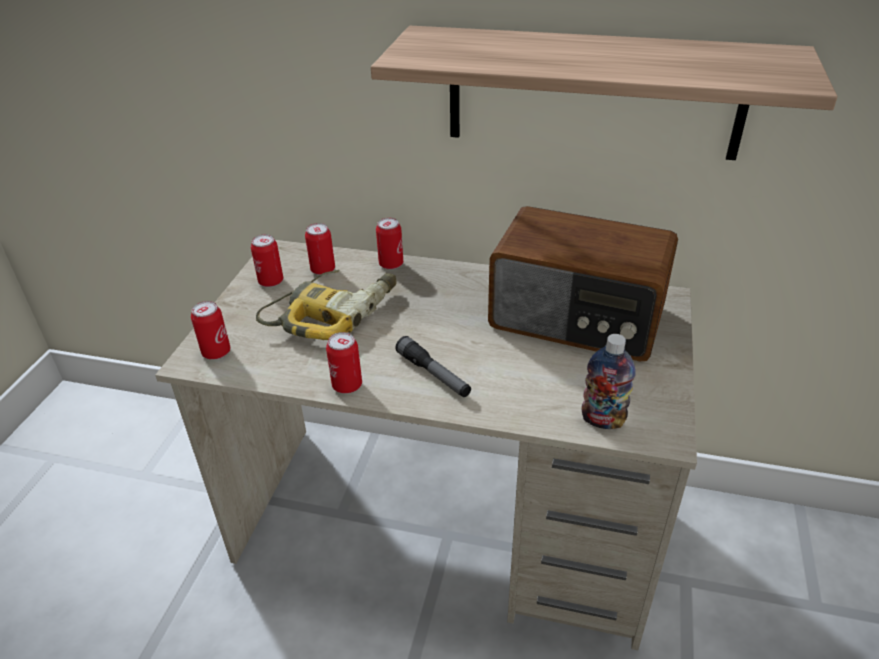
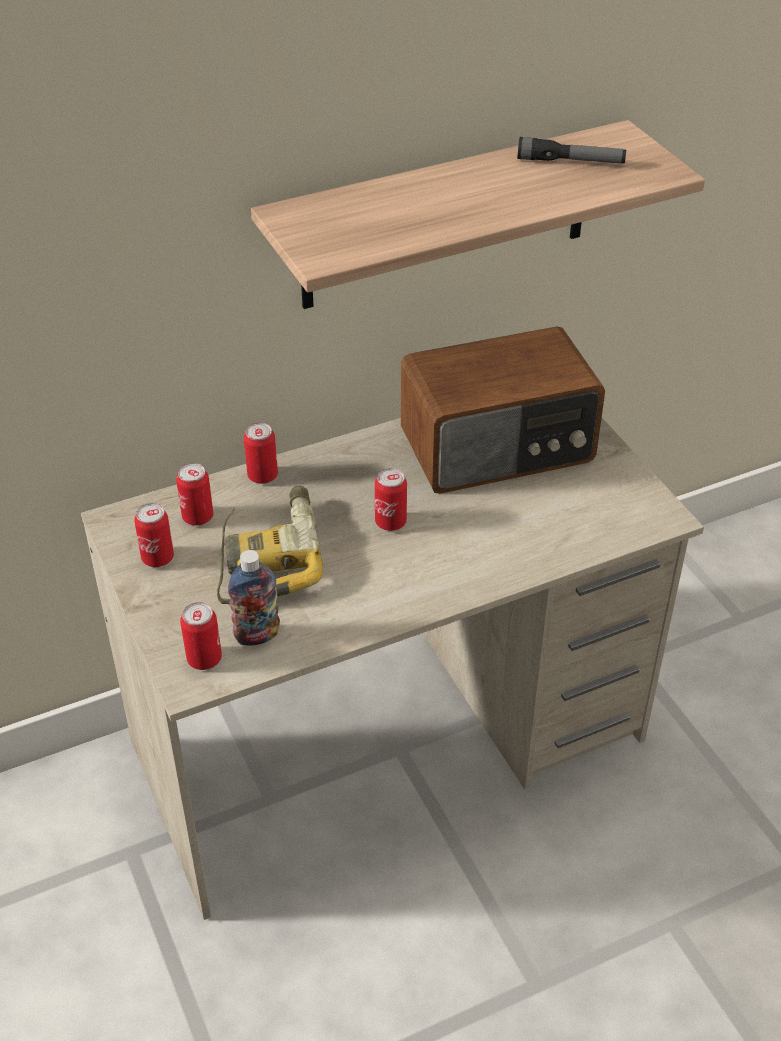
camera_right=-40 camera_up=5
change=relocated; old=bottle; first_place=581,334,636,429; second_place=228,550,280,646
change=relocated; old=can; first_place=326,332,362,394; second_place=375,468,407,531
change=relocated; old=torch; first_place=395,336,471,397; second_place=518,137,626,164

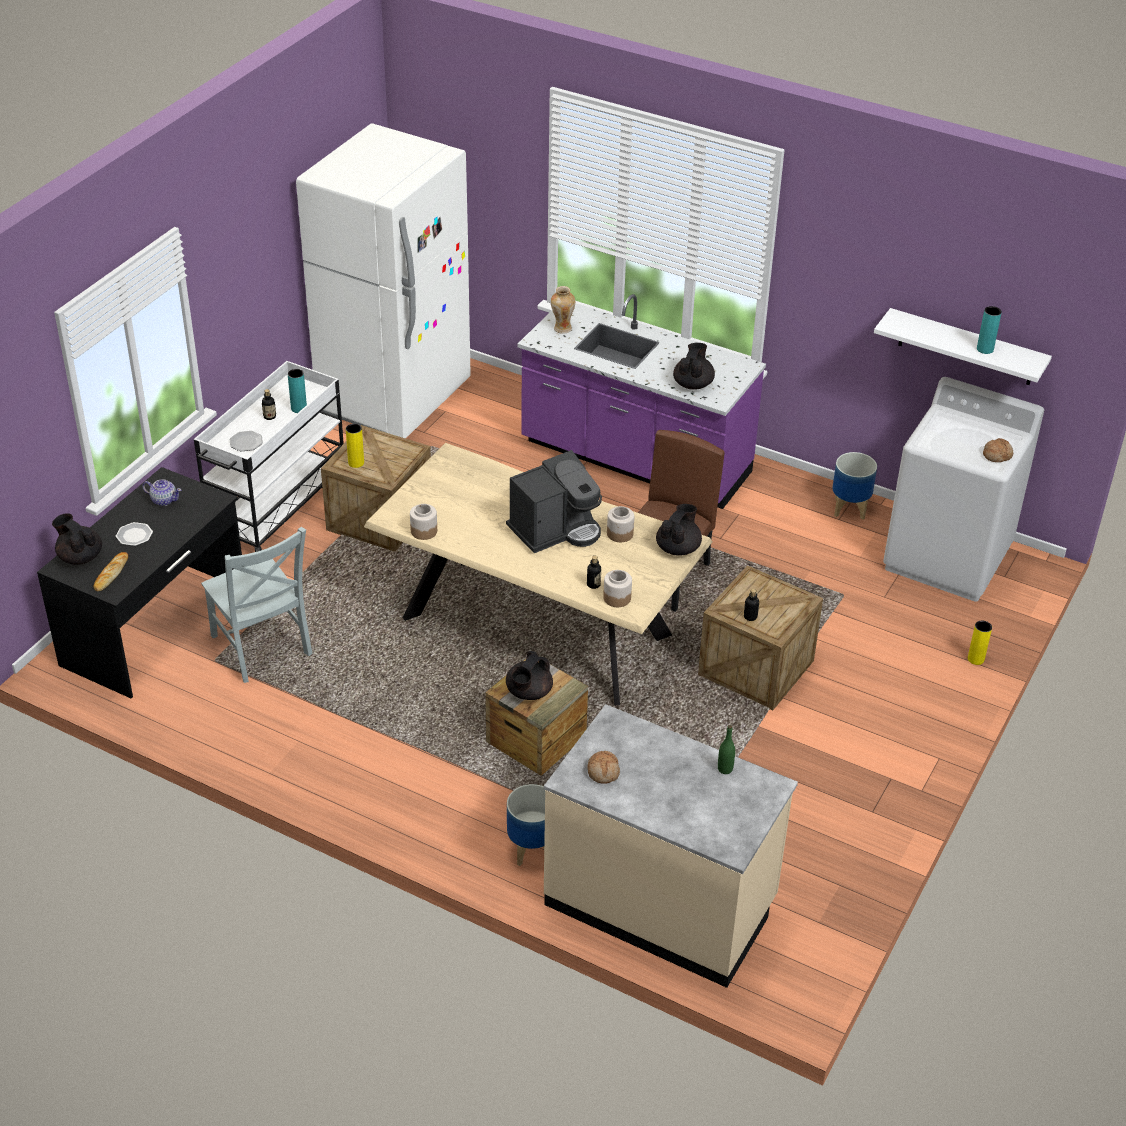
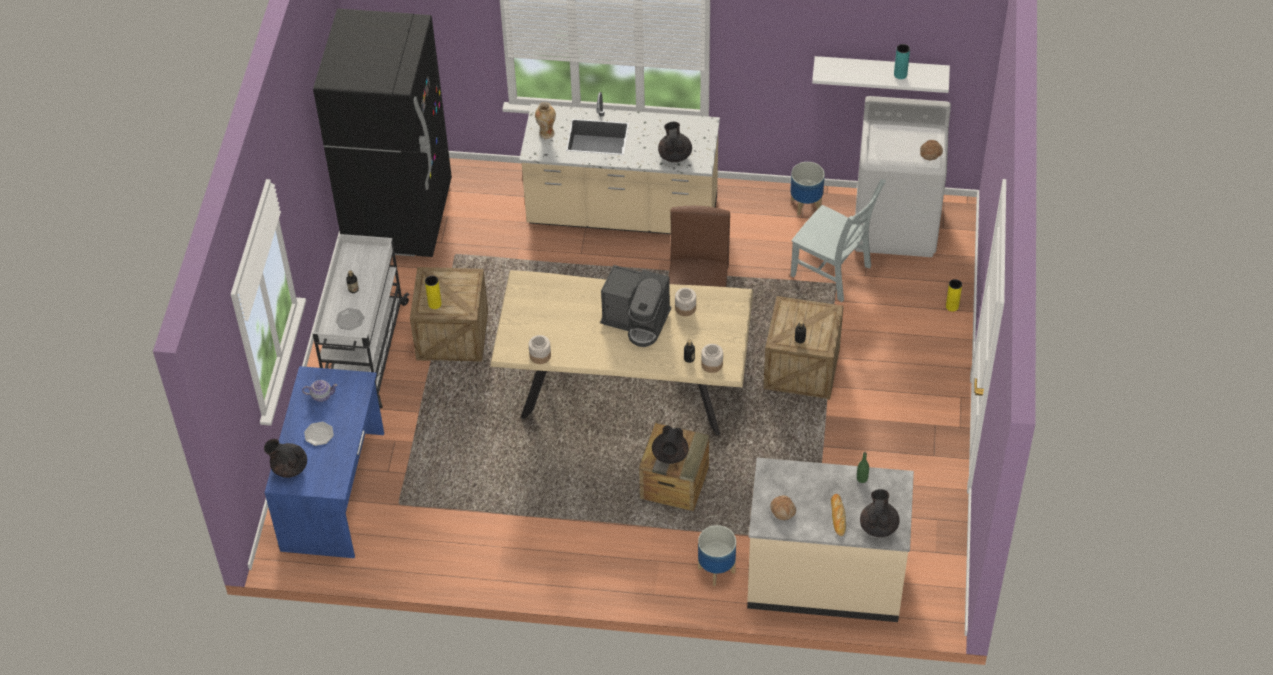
camera_right=-20 camera_up=10
change=colour; old=black-coloured desk table; new=blue desk table; first_place=37,467,242,698; second_place=265,366,384,558
change=colour; old=white refrigerator; new=black-coloured refrigerator; first_place=296,123,471,439; second_place=313,8,452,257
change=colour; old=purple-coloured kitchen counter; new=beige-coloured kitchen counter; first_place=518,294,766,509; second_place=519,92,720,234
change=spun; old=coffee brewer; first_place=506,450,602,553; second_place=600,265,671,347; degrees=75
change=relocated; old=gray chair; first_place=201,527,312,683; second_place=790,179,886,302
change=relocated; old=bread; first_place=93,552,128,591; second_place=831,494,846,536
change=relocated; old=black-coloured tea pot; first_place=656,504,702,556; second_place=860,489,900,537
change=missing; old=turquoise-coloured flower vase; first_place=288,369,307,413

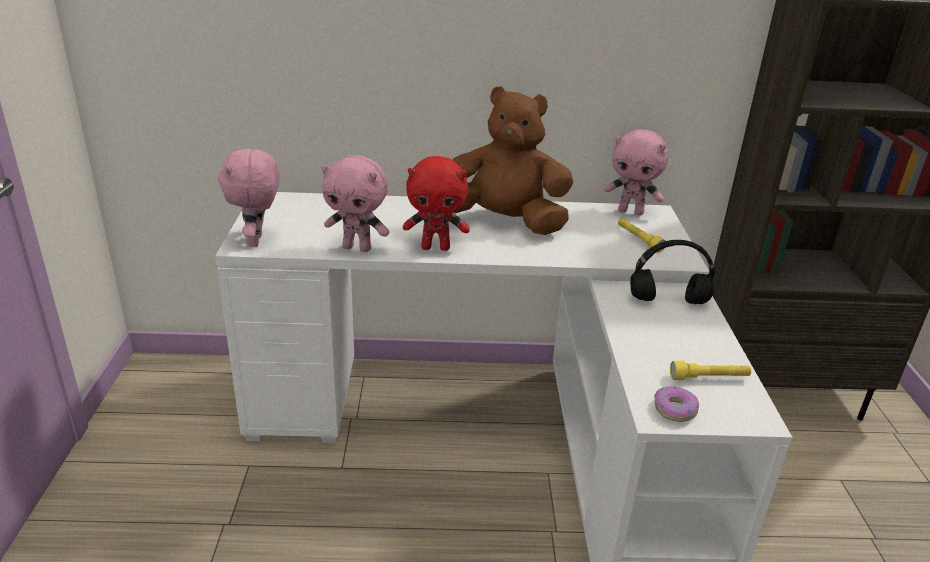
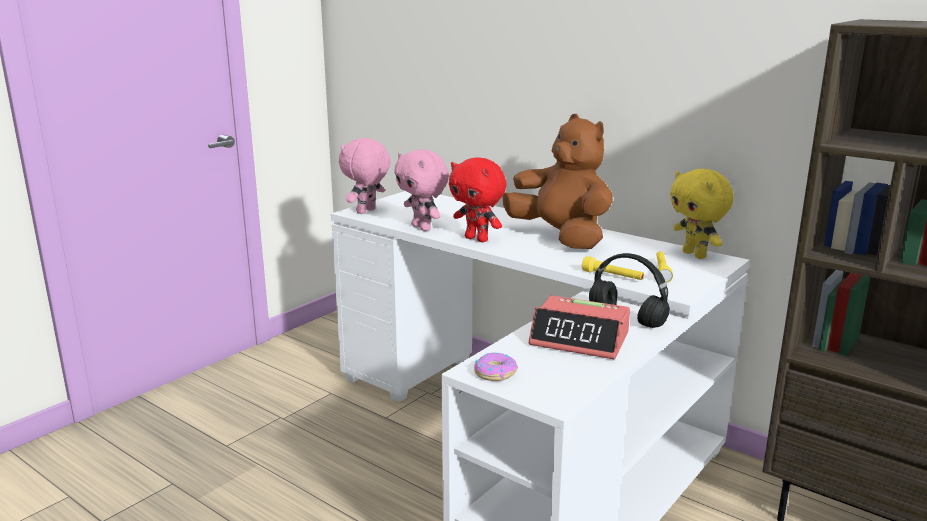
camera_right=40 camera_up=-10
change=appeared; new=table clock; second_place=529,295,630,359
change=relocated; old=yellow torch; first_place=670,361,751,380; second_place=582,256,644,280
change=colour; old=pink plush toy; new=yellow plush toy; first_place=604,129,668,216; second_place=670,169,734,259

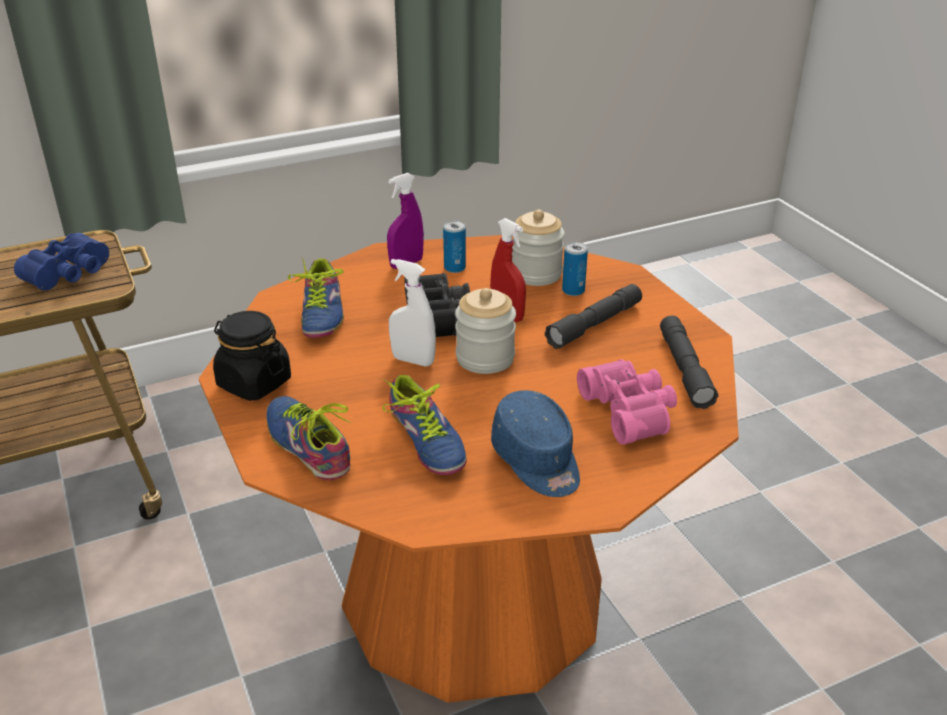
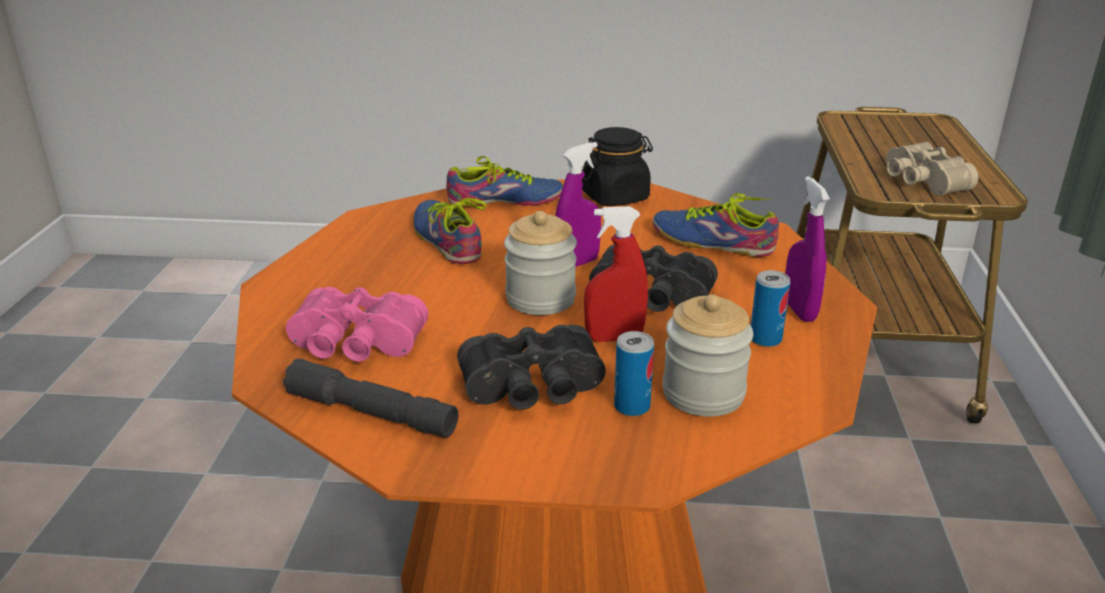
camera_right=120 camera_up=-5
change=spun; old=shoe; first_place=382,375,467,475; second_place=414,198,486,264; degrees=60
change=exchanged; old=gray torch; new=black-coloured pair of binoculars; first_place=545,284,642,349; second_place=457,325,606,410
change=colour; old=white spray bottle; new=purple-coloured spray bottle; first_place=389,259,436,366; second_place=555,142,601,267
change=colour; old=blue pair of binoculars; new=beige-coloured pair of binoculars; first_place=14,233,109,290; second_place=886,142,978,196
change=missing; old=blue peaked cap; first_place=491,390,580,497

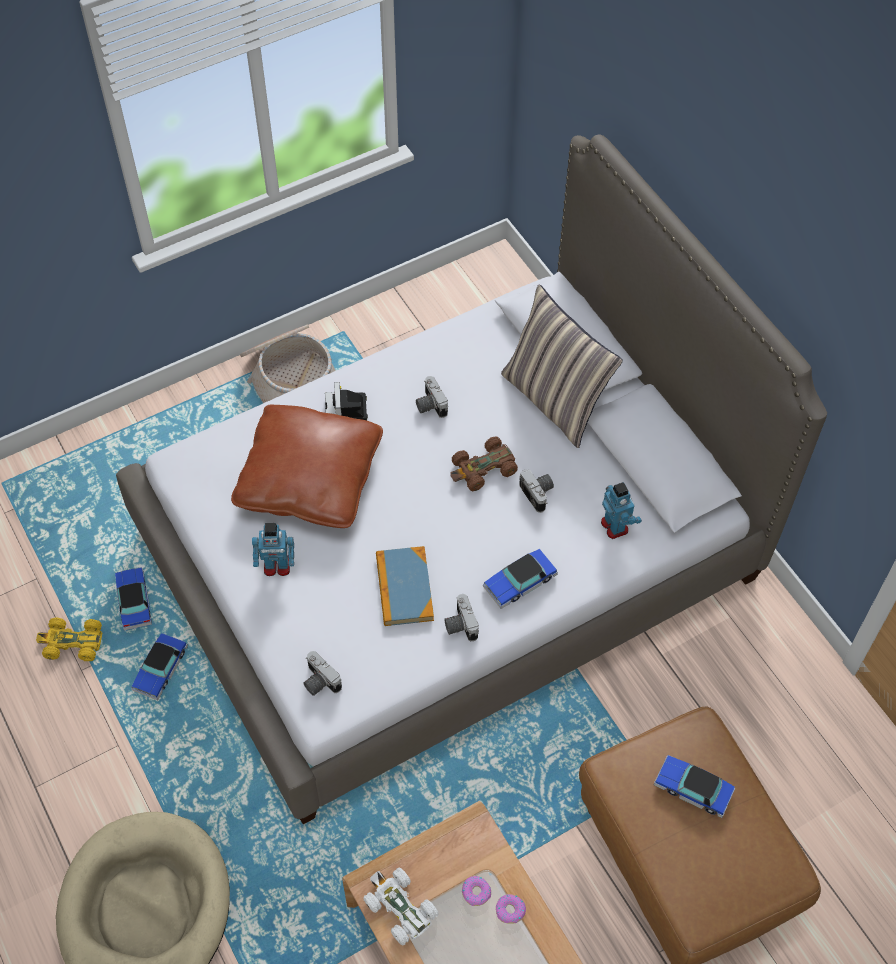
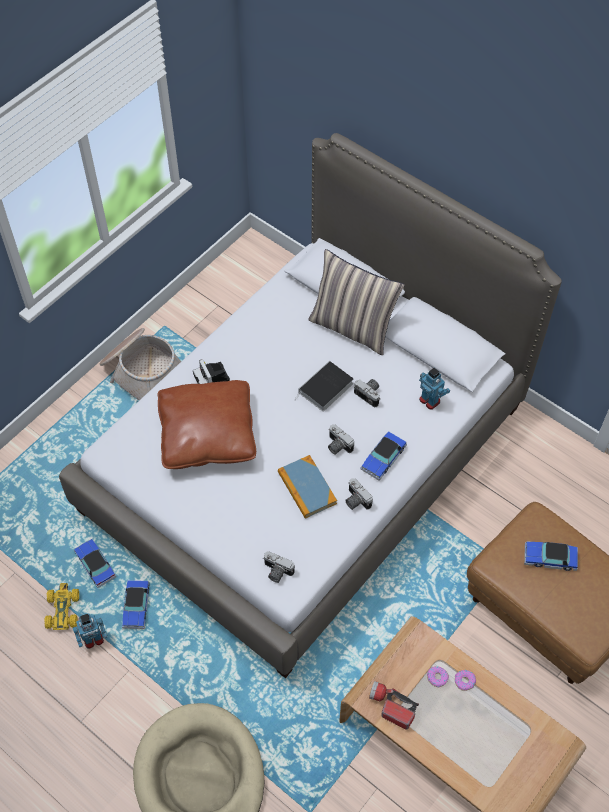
camera_right=-20 camera_up=0
change=spun; old=yellow miniature car; first_place=36,617,102,661; second_place=44,583,79,630; degrees=105
change=relocated; old=toy robot; first_place=252,523,294,576; second_place=73,614,107,649
change=exchanged; old=brown miniature car; new=volume; first_place=450,437,518,491; second_place=294,361,353,412
change=relocated; old=still camera; first_place=416,376,448,418; second_place=328,424,355,455
change=exchanged; old=white miniature car; new=torch; first_place=363,867,438,945; second_place=369,681,419,730

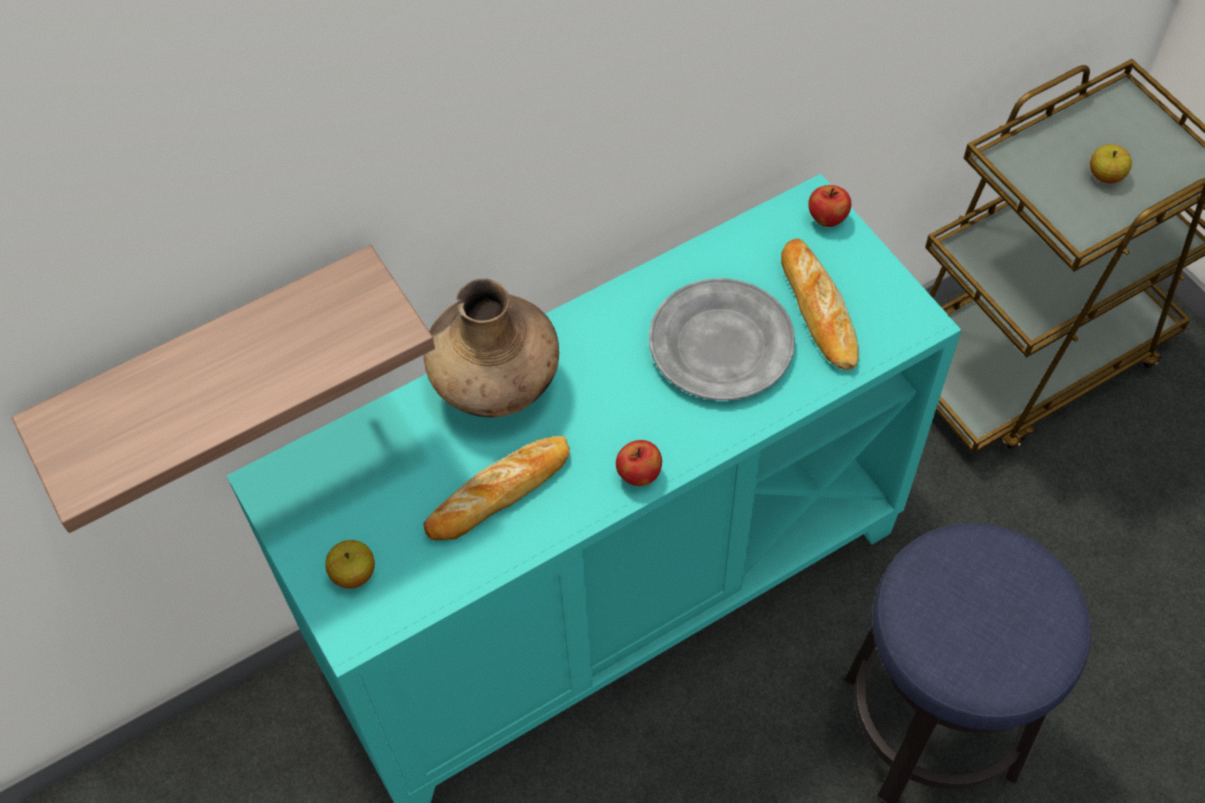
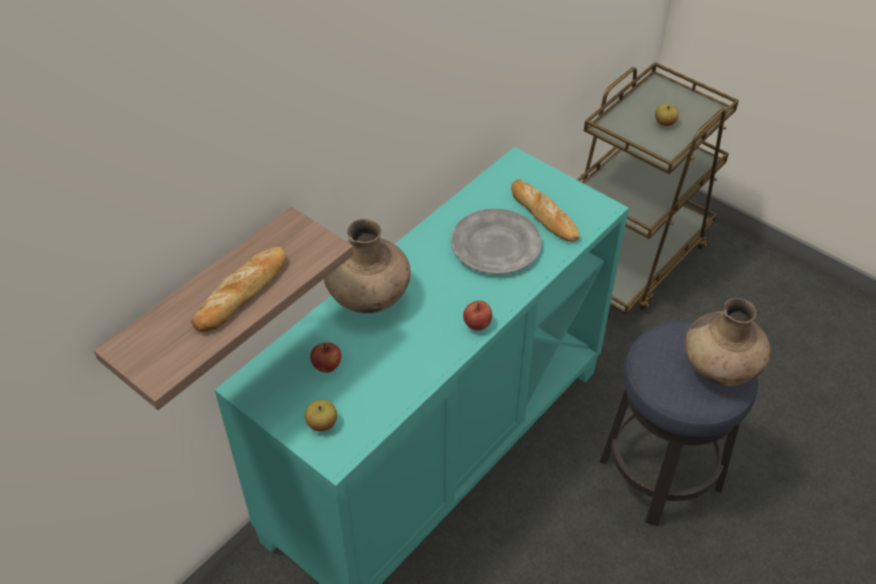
camera_right=-20 camera_up=-10
change=relocated; old=bread; first_place=423,436,570,540; second_place=191,247,287,332
change=relocated; old=whole apple; first_place=808,185,851,227; second_place=310,342,341,373
change=appeared; new=brown flower vase; second_place=685,298,770,386

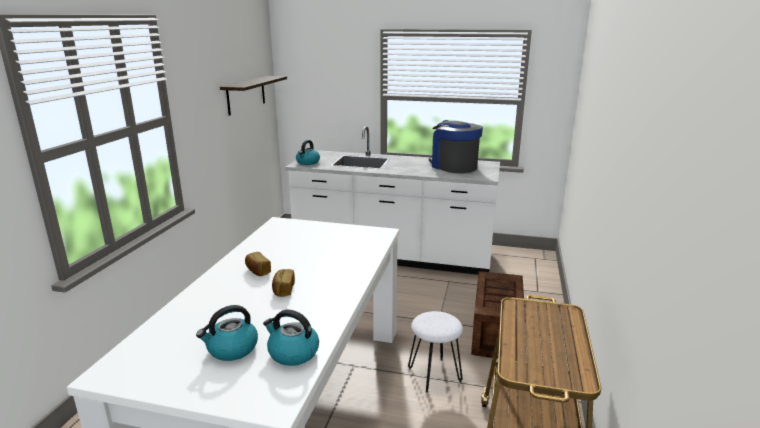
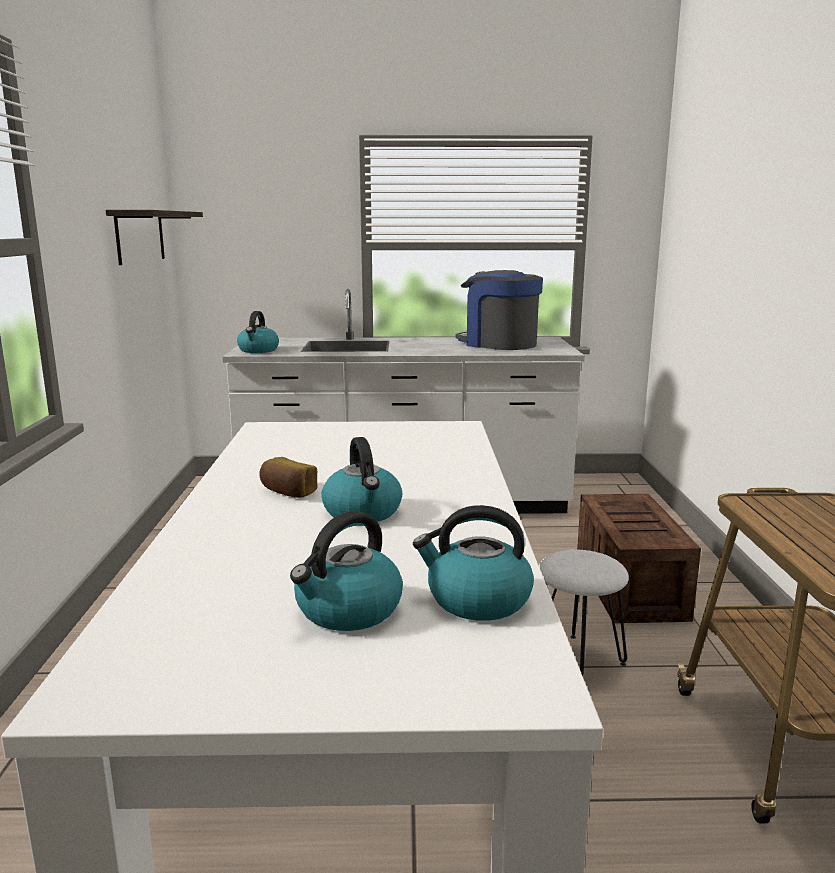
camera_right=-15 camera_up=-5
change=exchanged; old=bread; new=water kettle; first_place=272,269,295,297; second_place=322,437,402,522

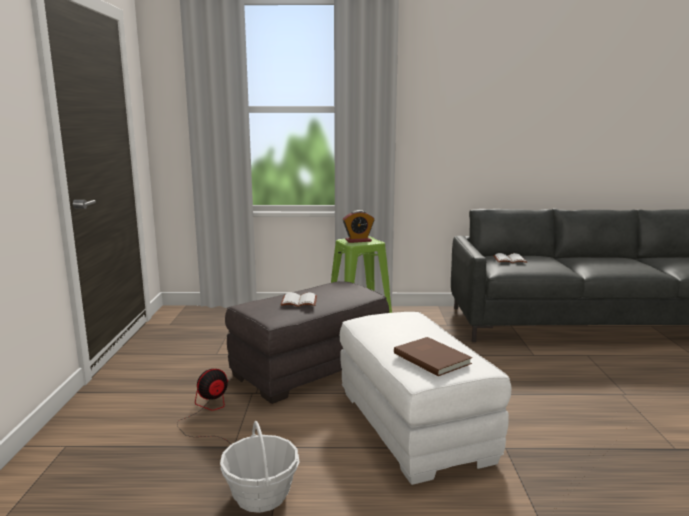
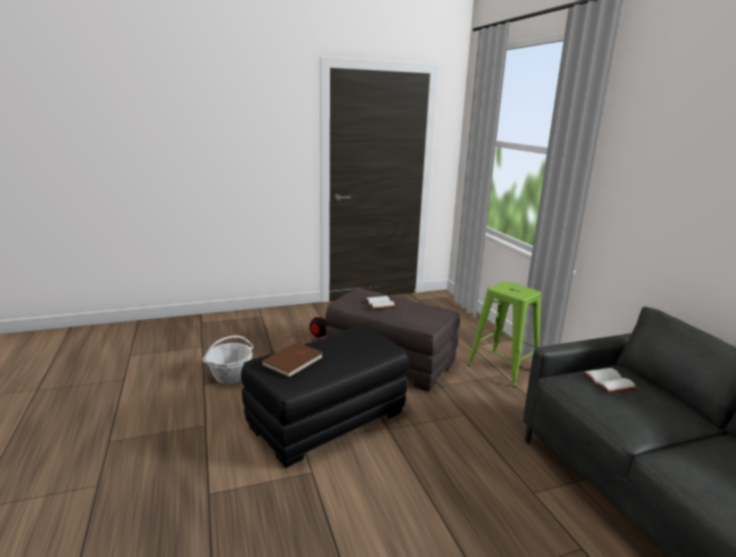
camera_right=70 camera_up=5
change=colour; old=white pouffe; new=black-coloured pouffe; first_place=340,312,511,485; second_place=241,326,409,468
change=missing; old=table clock; first_place=343,210,374,243

